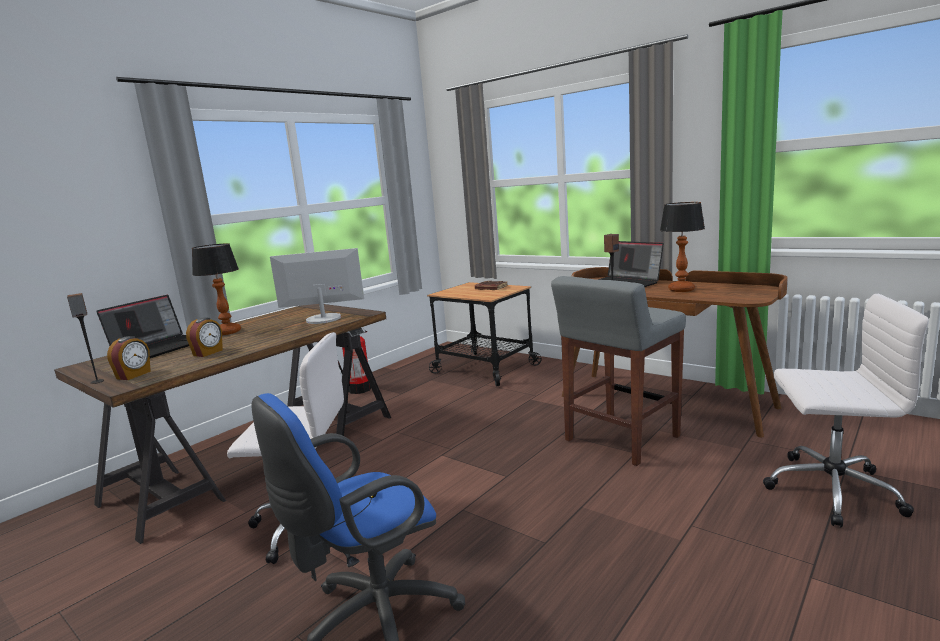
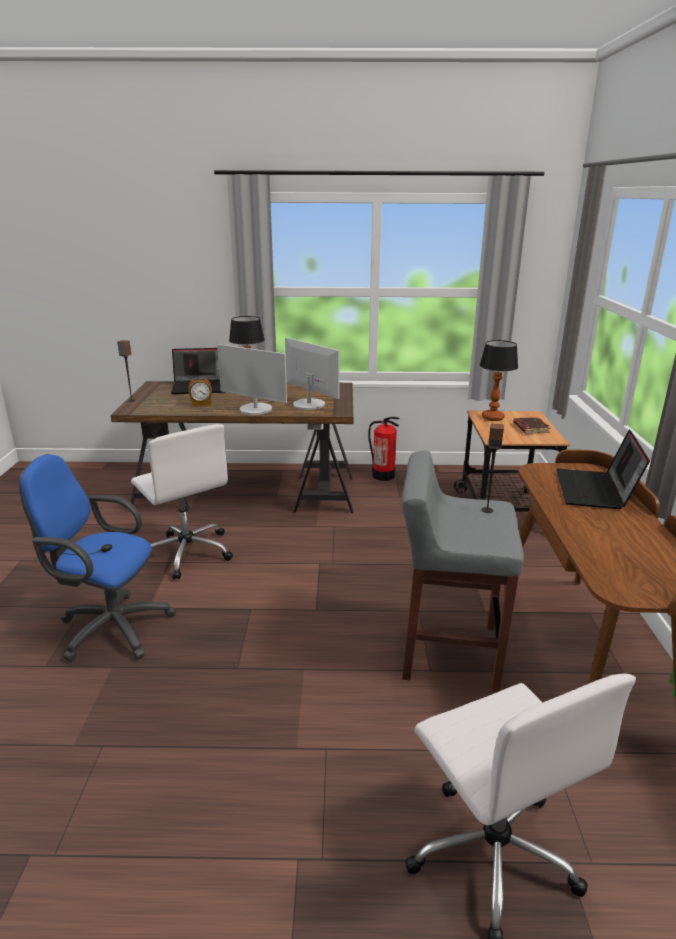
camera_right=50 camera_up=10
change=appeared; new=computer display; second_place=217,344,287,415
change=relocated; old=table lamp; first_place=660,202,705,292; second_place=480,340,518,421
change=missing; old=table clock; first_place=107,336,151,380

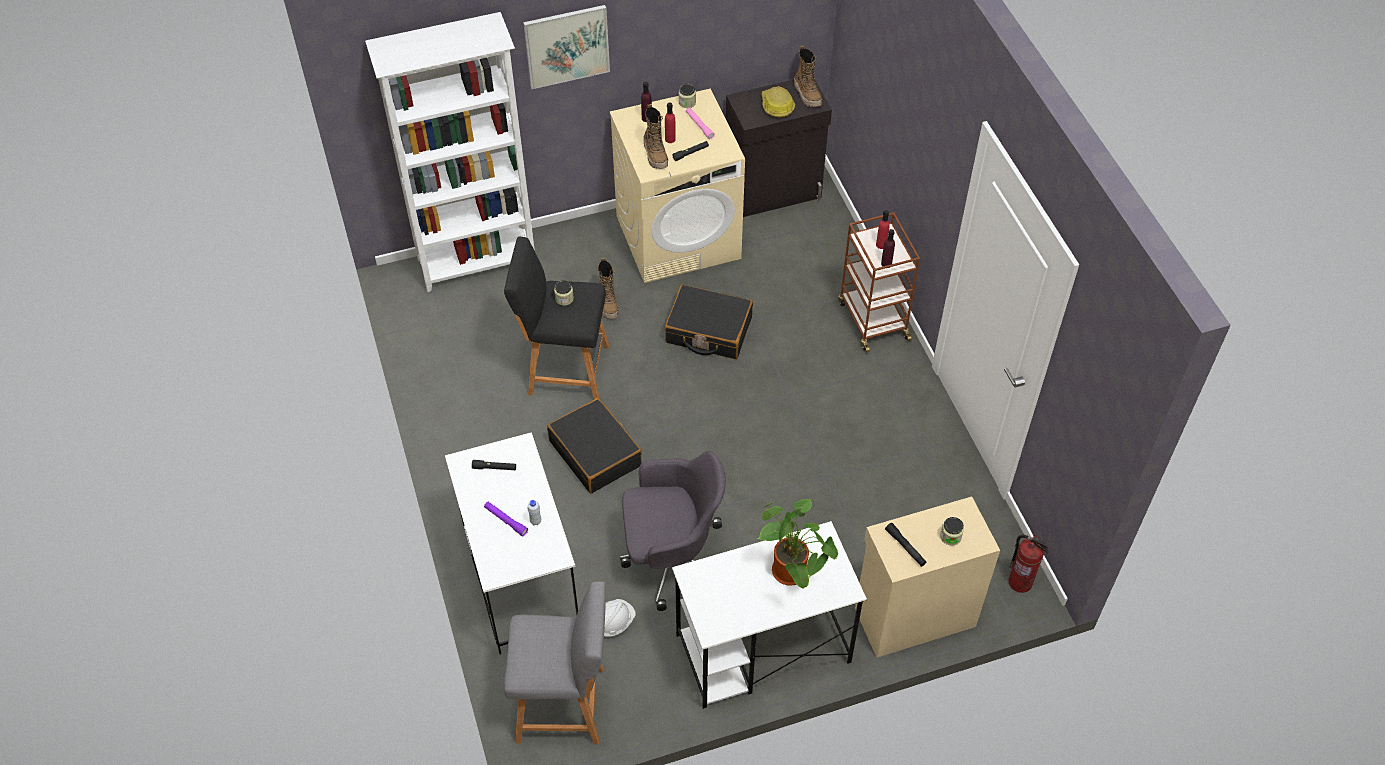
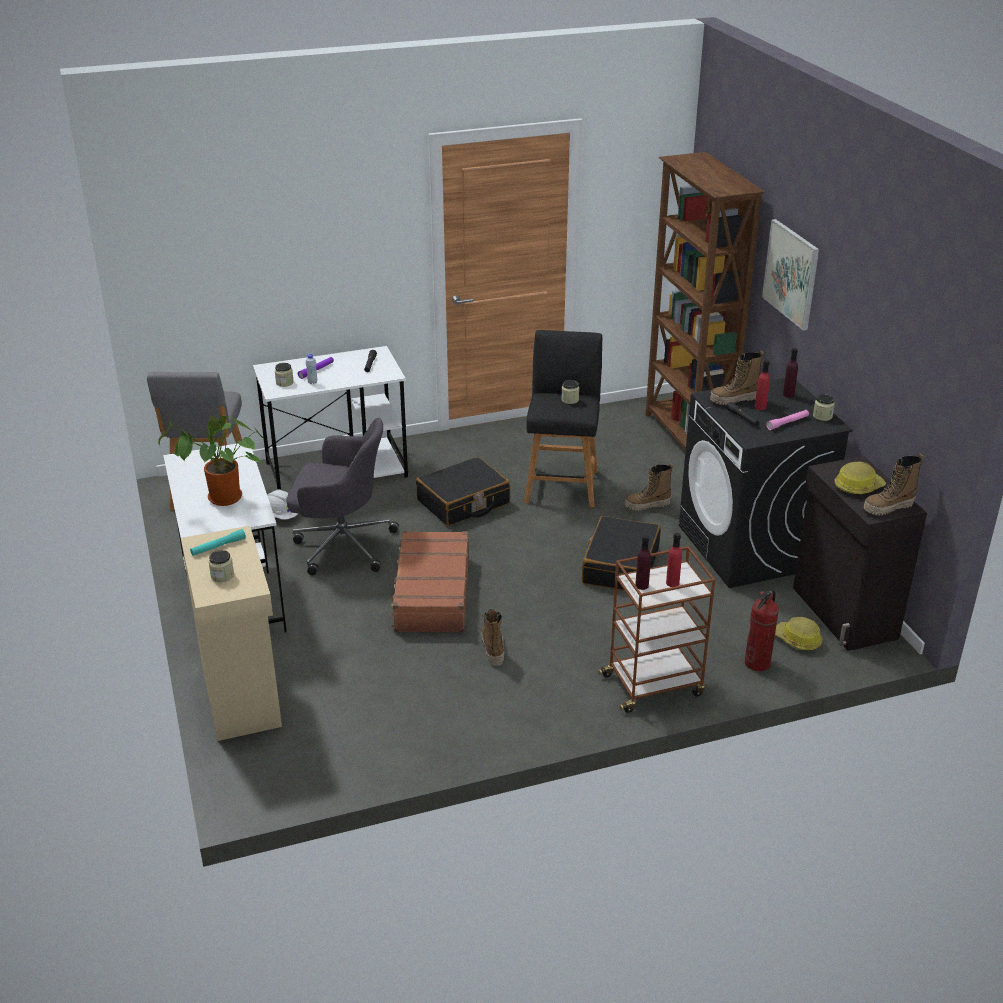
camera_right=90 camera_up=-20
change=colour; old=black-coloured torch; new=turquoise-coloured torch; first_place=885,523,927,567; second_place=190,529,246,556
change=appeared; new=preserve jar; second_place=275,363,294,387
change=spun; old=gray computer chair; first_place=620,451,726,611; second_place=286,418,399,575; degrees=-75
change=appeared; new=brown travel case; second_place=389,531,469,633
change=appeared; new=high-top boot; second_place=481,609,505,666
change=colour; old=white shelving unit; new=brown shelving unit; first_place=365,12,535,292; second_place=645,152,764,450
change=colour; old=beige-coloured laundry machine; new=black-coloured laundry machine; first_place=610,88,745,283; second_place=679,378,853,588
change=relocated; old=fire extinguisher; first_place=1008,535,1050,593; second_place=745,590,779,671
change=appeared; new=work helmet; second_place=775,617,822,651

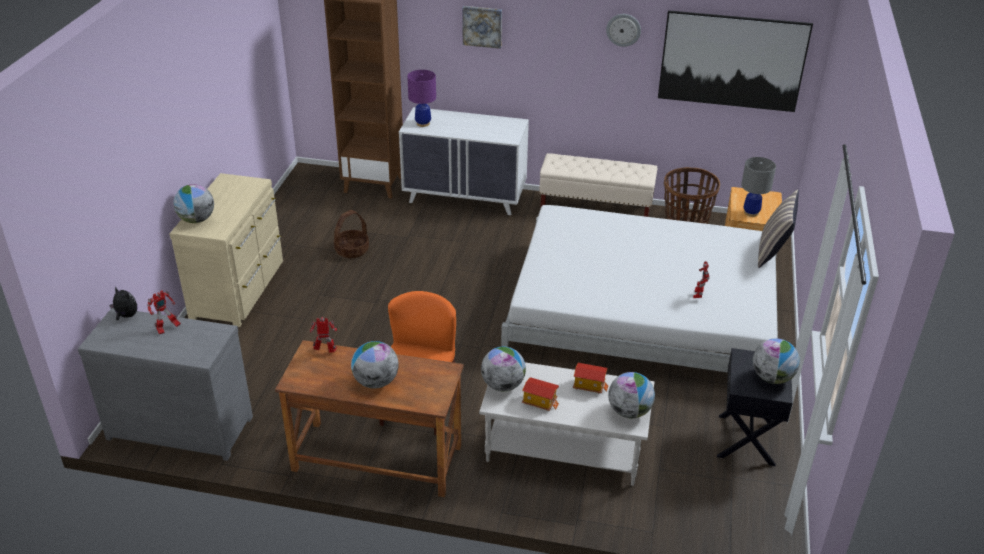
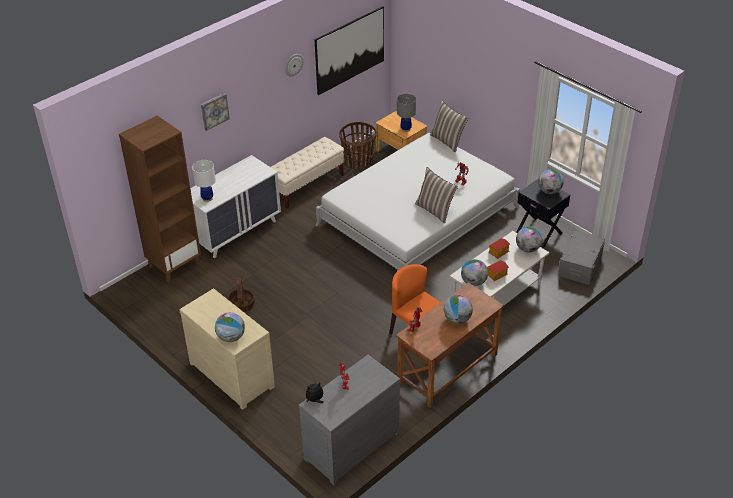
camera_right=-55 camera_up=5
change=colour; old=purple-coloured table lamp; new=white table lamp; first_place=407,70,436,127; second_place=192,160,216,202
change=appeared; new=pillow; second_place=415,167,458,224
change=appeared; new=gray storage bin; second_place=558,231,605,285

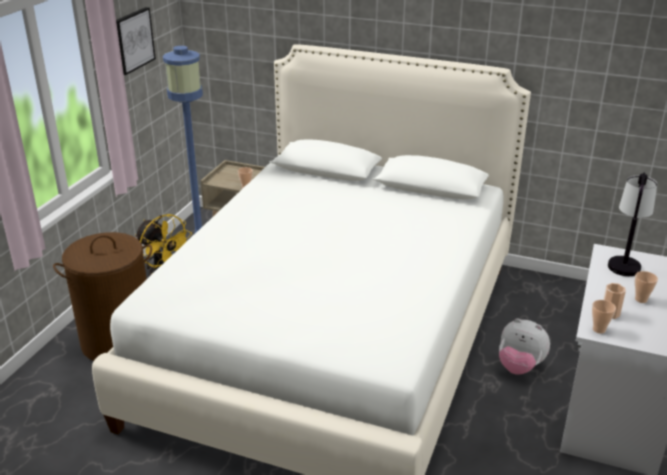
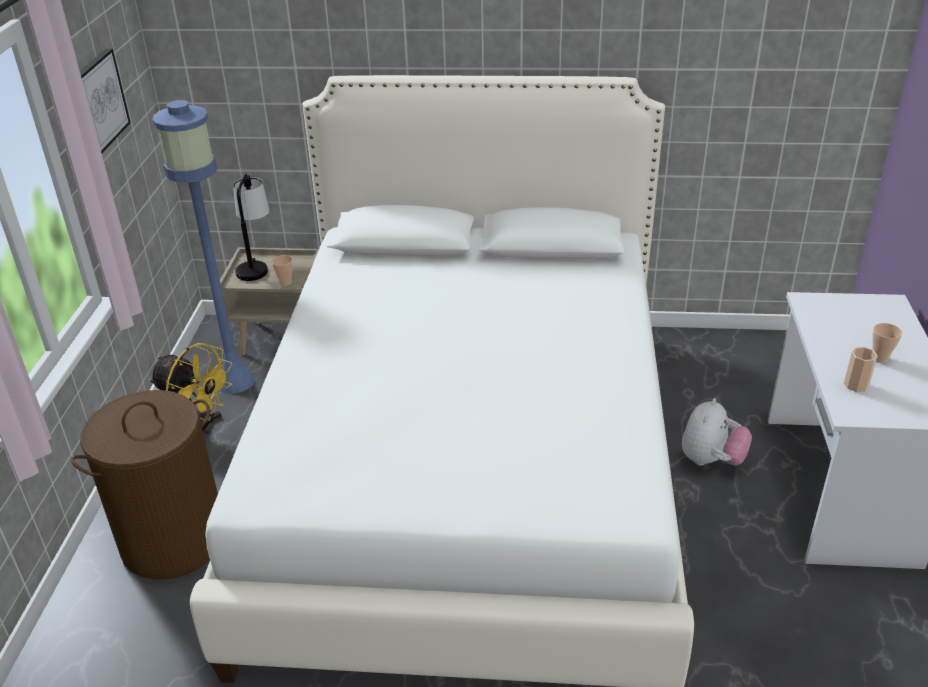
camera_right=-15 camera_up=5
change=relocated; old=table lamp; first_place=608,172,657,276; second_place=233,174,270,281
change=spun; old=plush toy; first_place=499,318,550,375; second_place=682,398,752,466; degrees=-75
change=missing; old=cup; first_place=592,300,616,334

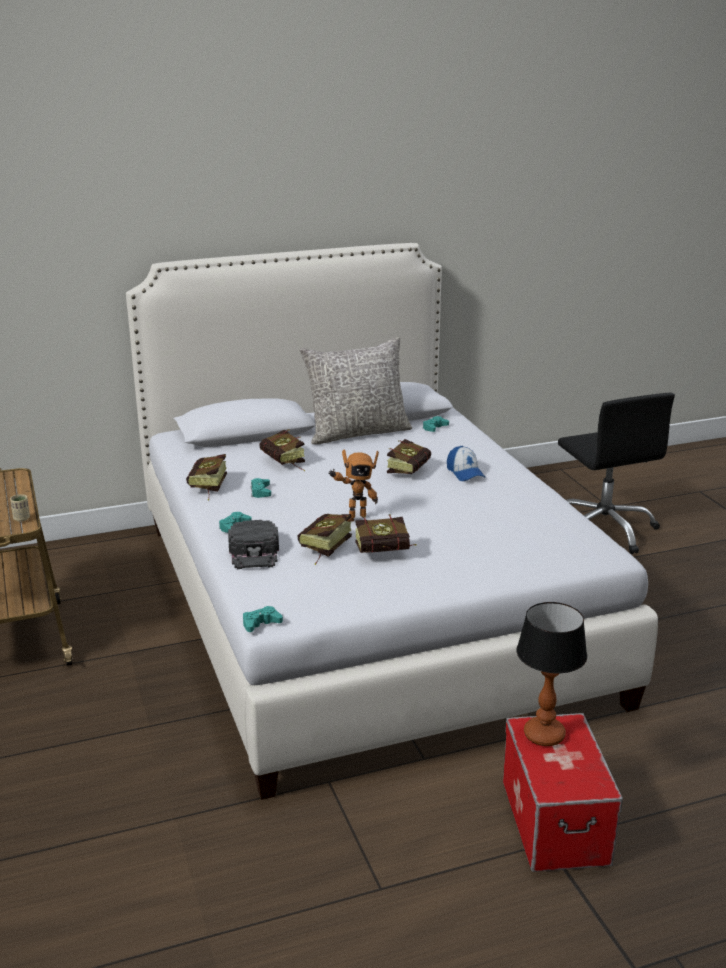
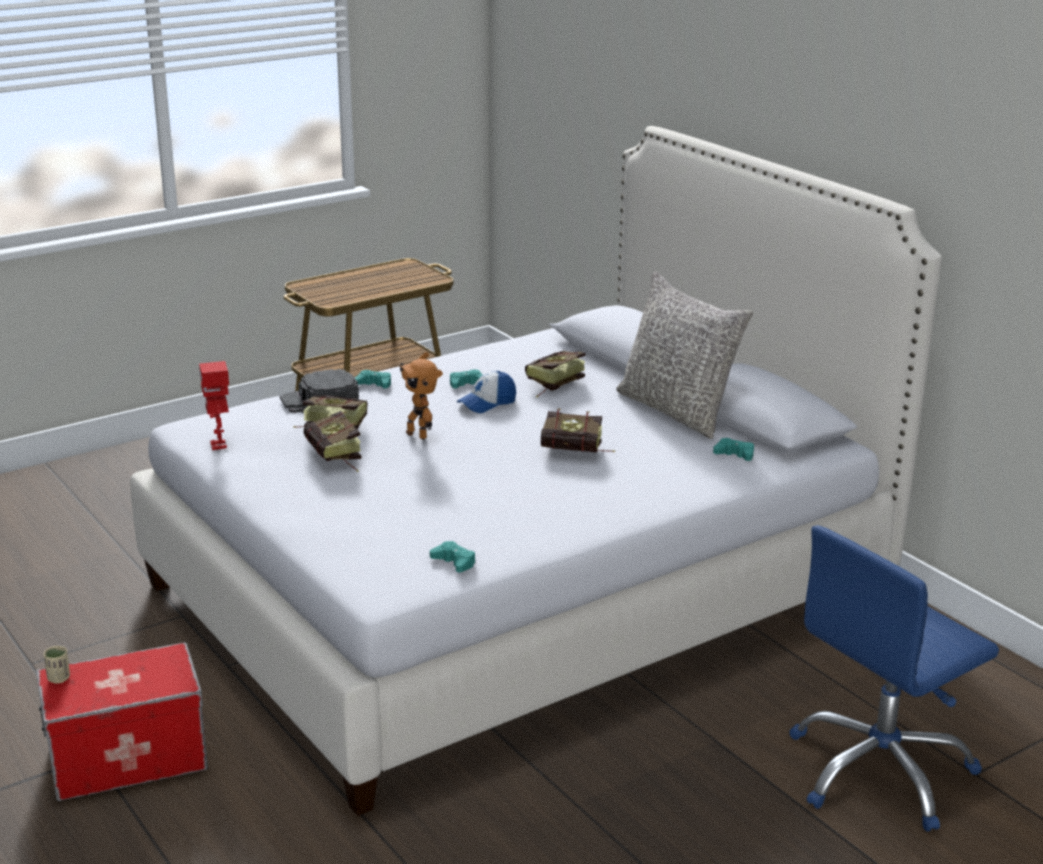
camera_right=75 camera_up=0
change=relocated; old=beige-coloured cup; first_place=10,494,30,522; second_place=44,646,70,684
change=appeared; new=toy robot; second_place=199,361,229,450
change=relocated; old=turquoise-coloured gamepad; first_place=243,606,283,632; second_place=430,541,476,572
change=relocated; old=peaked cap; first_place=447,446,485,481; second_place=457,371,516,413
change=colour; old=black-coloured computer chair; new=blue computer chair; first_place=558,393,675,554; second_place=789,525,999,832
change=missing; old=volume; first_place=186,454,227,500
change=missing; old=table lamp; first_place=516,602,587,746

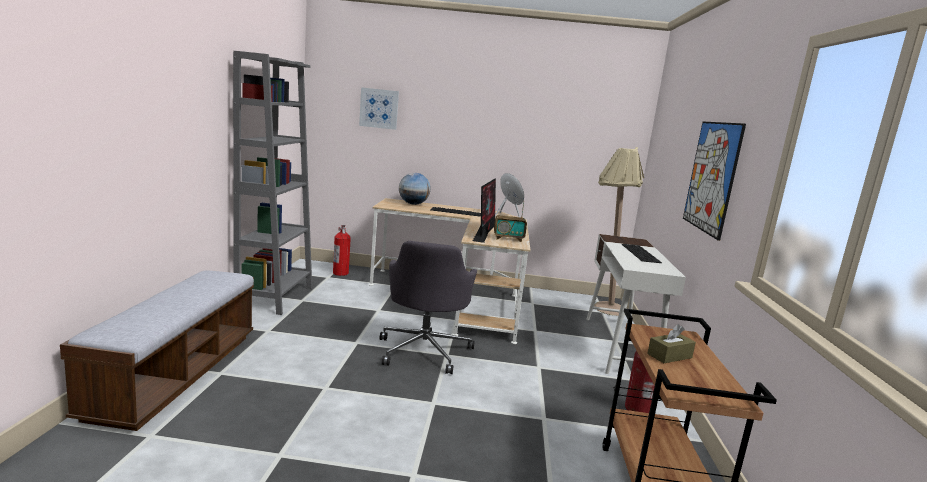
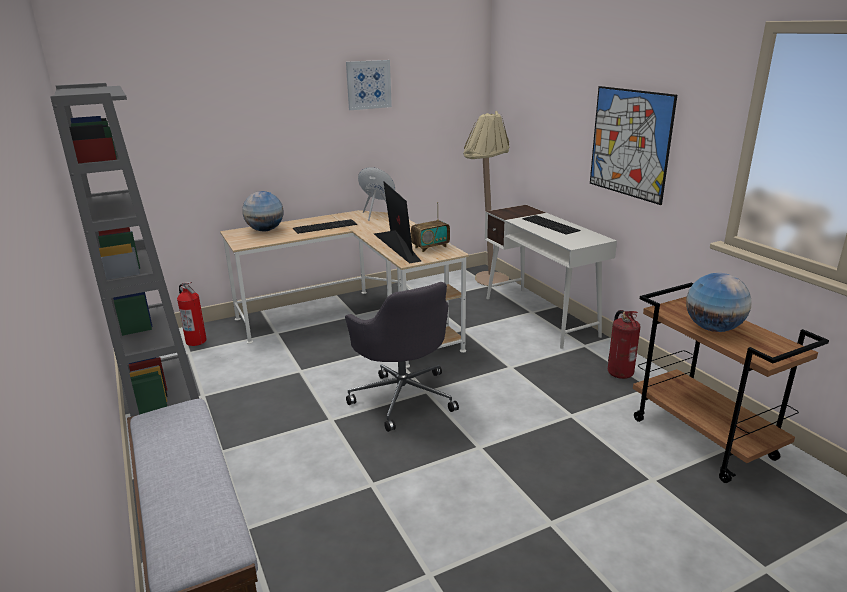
camera_right=-30 camera_up=10
change=relocated; old=wall picture; first_place=359,87,399,130; second_place=346,60,392,110
change=exchanged; old=brown box of tissues; new=desk globe; first_place=647,324,696,363; second_place=686,273,752,332

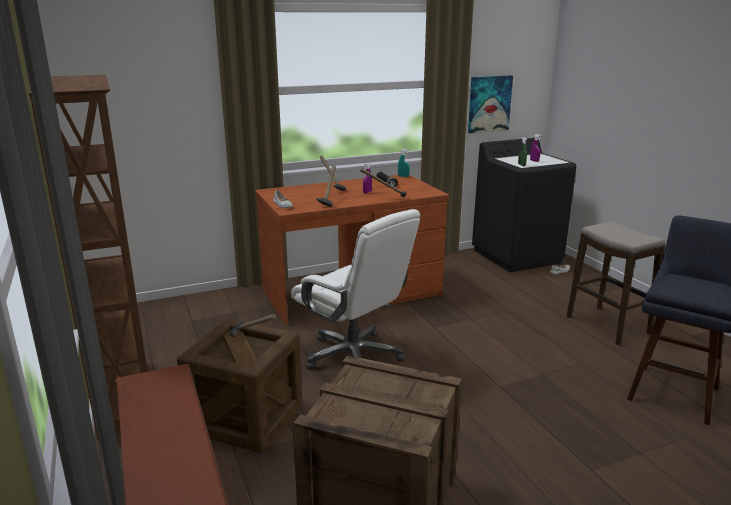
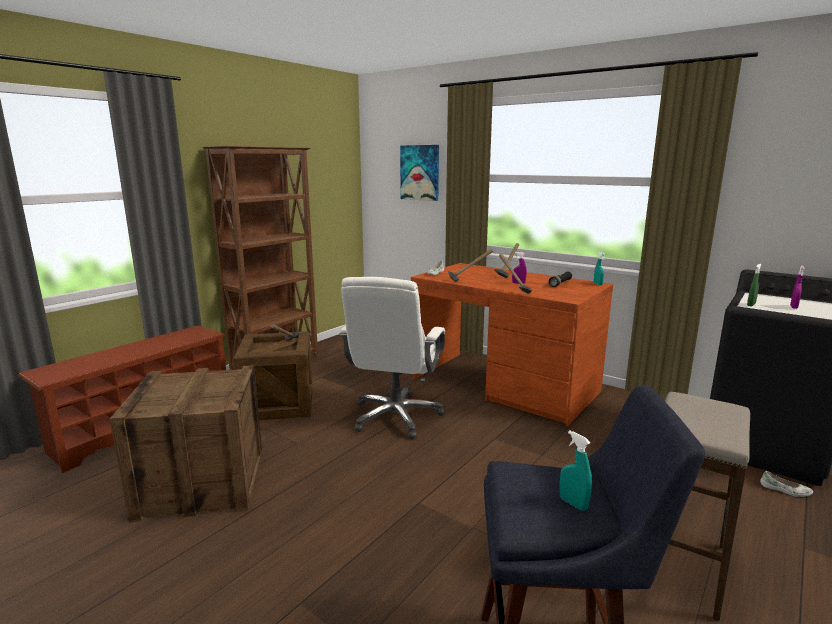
camera_right=60 camera_up=-5
change=relocated; old=wall picture; first_place=468,75,513,133; second_place=400,145,439,201
change=appeared; new=turquoise-coloured spray bottle; second_place=560,430,592,511

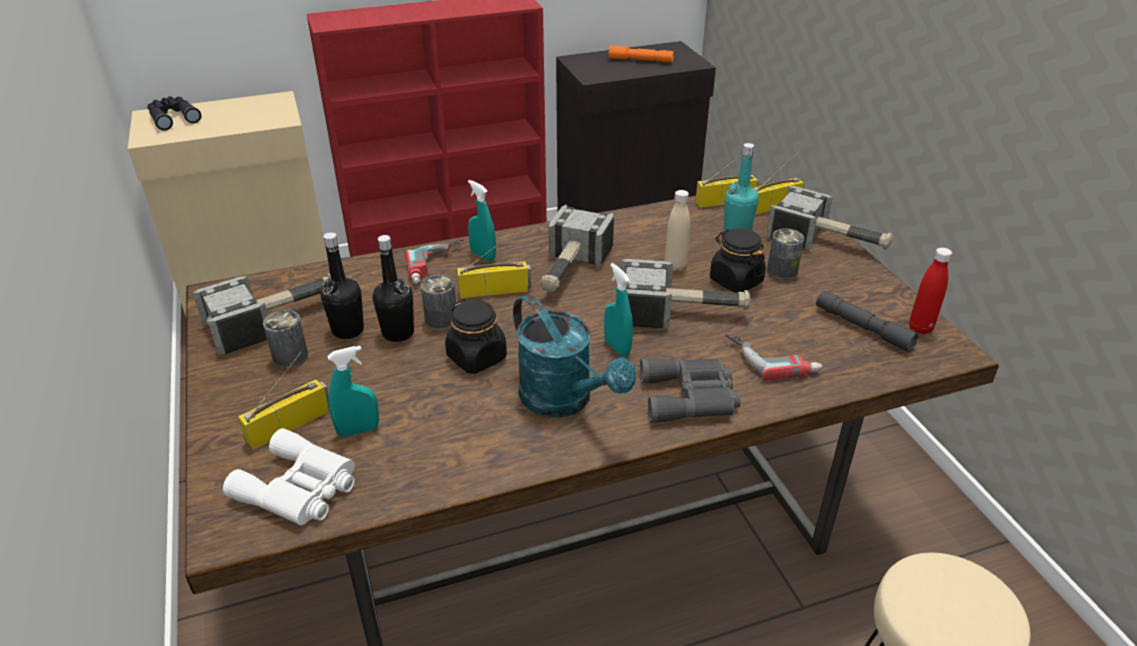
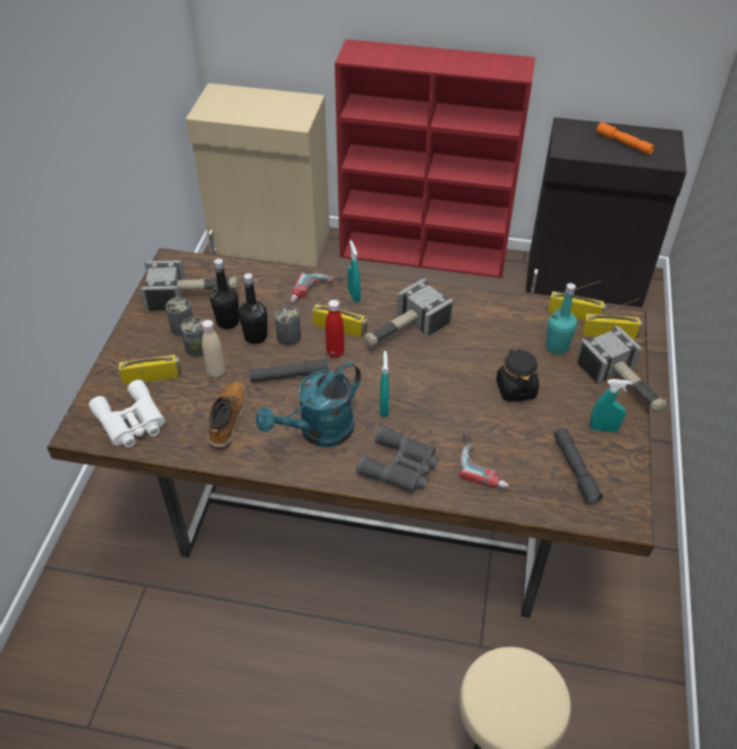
camera_right=30 camera_up=10
change=relocated; old=can; first_place=767,229,804,280; second_place=180,317,204,357
change=relocated; old=beige-coloured bottle; first_place=665,190,690,271; second_place=202,320,225,379
change=appeared; new=high-top boot; second_place=208,382,246,450
change=exchanged; old=black-coloured preserve jar; new=gray torch; first_place=445,299,507,374; second_place=249,359,329,383
change=spun; old=turquoise-coloured watering can; first_place=513,295,636,418; second_place=256,362,361,447; degrees=60
change=relocated; old=red-coloured bottle; first_place=909,247,952,334; second_place=325,300,344,358
change=relocated; old=turquoise-coloured spray bottle; first_place=327,346,379,437; second_place=590,379,632,432
change=missing; old=black-coloured pair of binoculars; first_place=147,96,201,131
change=missing; old=hand hammer; first_place=620,259,750,328

